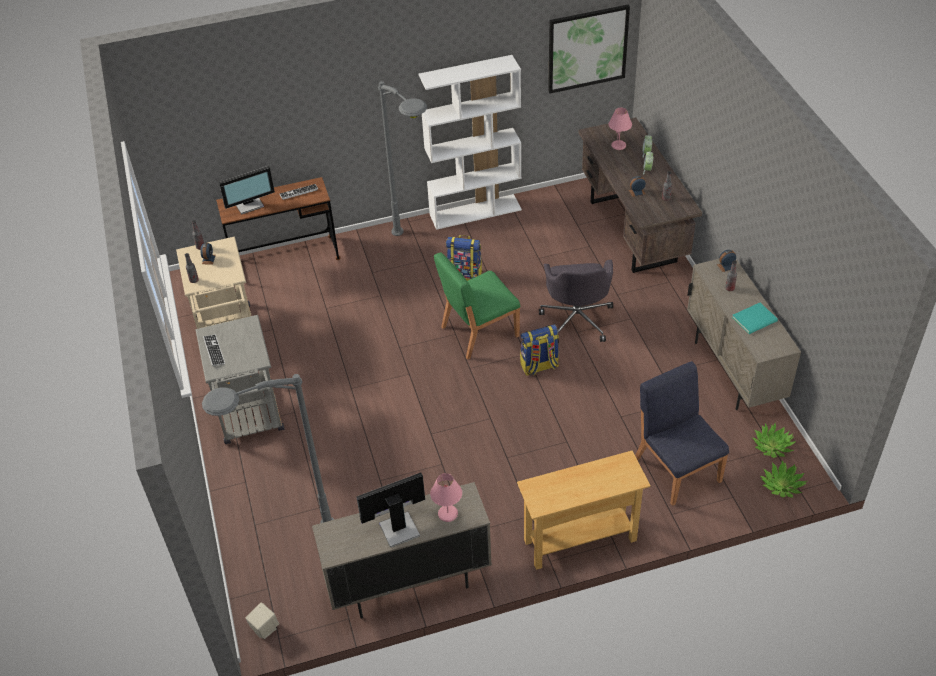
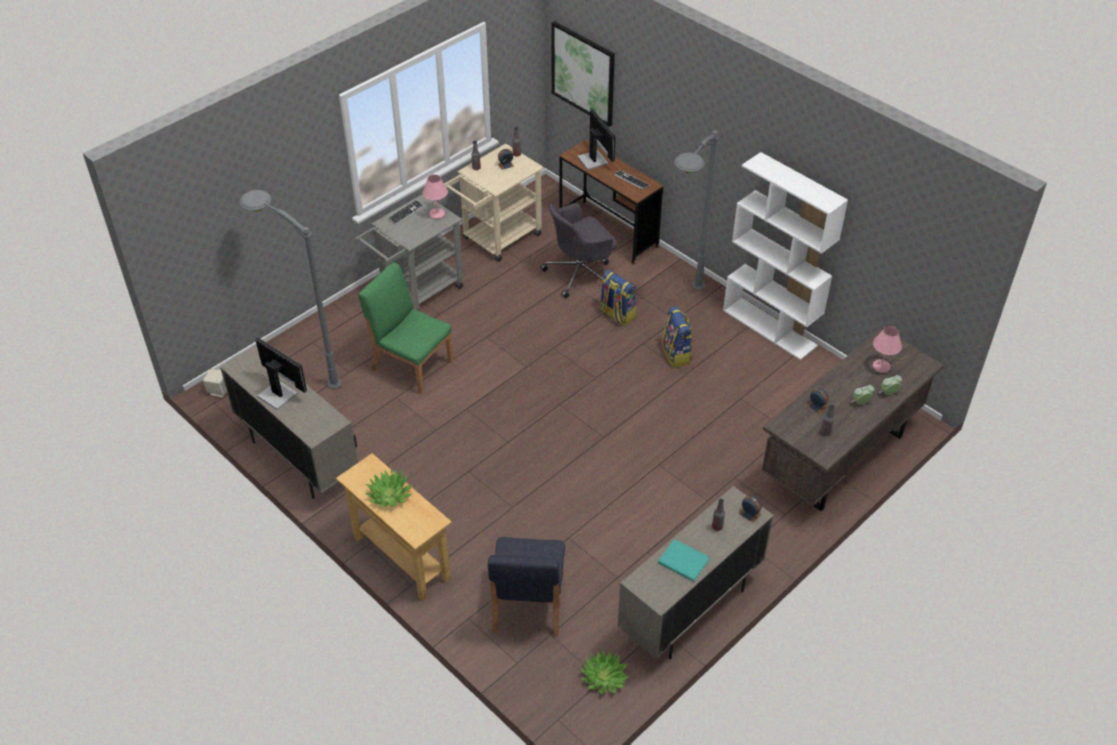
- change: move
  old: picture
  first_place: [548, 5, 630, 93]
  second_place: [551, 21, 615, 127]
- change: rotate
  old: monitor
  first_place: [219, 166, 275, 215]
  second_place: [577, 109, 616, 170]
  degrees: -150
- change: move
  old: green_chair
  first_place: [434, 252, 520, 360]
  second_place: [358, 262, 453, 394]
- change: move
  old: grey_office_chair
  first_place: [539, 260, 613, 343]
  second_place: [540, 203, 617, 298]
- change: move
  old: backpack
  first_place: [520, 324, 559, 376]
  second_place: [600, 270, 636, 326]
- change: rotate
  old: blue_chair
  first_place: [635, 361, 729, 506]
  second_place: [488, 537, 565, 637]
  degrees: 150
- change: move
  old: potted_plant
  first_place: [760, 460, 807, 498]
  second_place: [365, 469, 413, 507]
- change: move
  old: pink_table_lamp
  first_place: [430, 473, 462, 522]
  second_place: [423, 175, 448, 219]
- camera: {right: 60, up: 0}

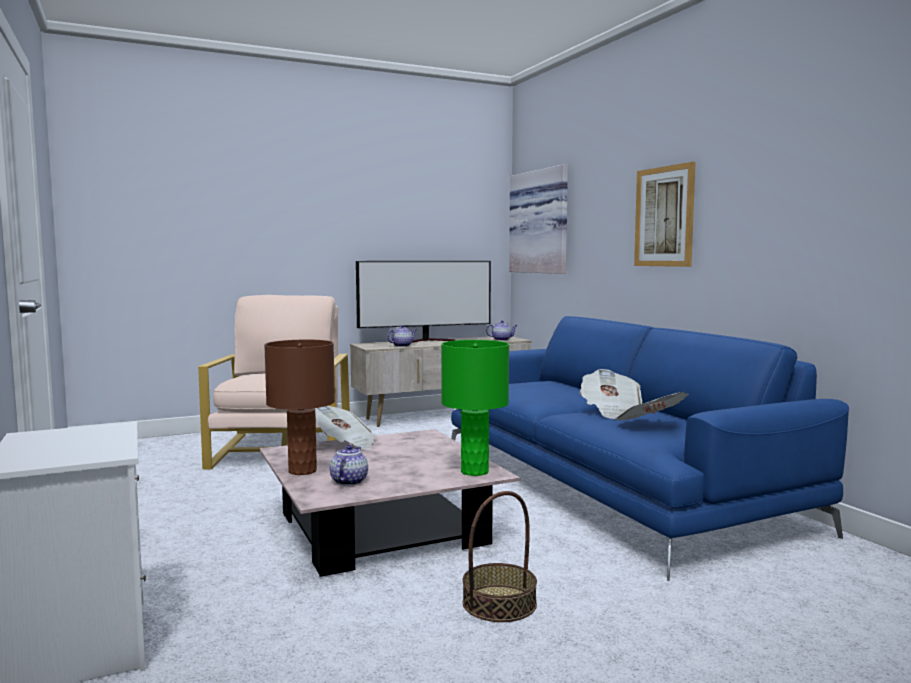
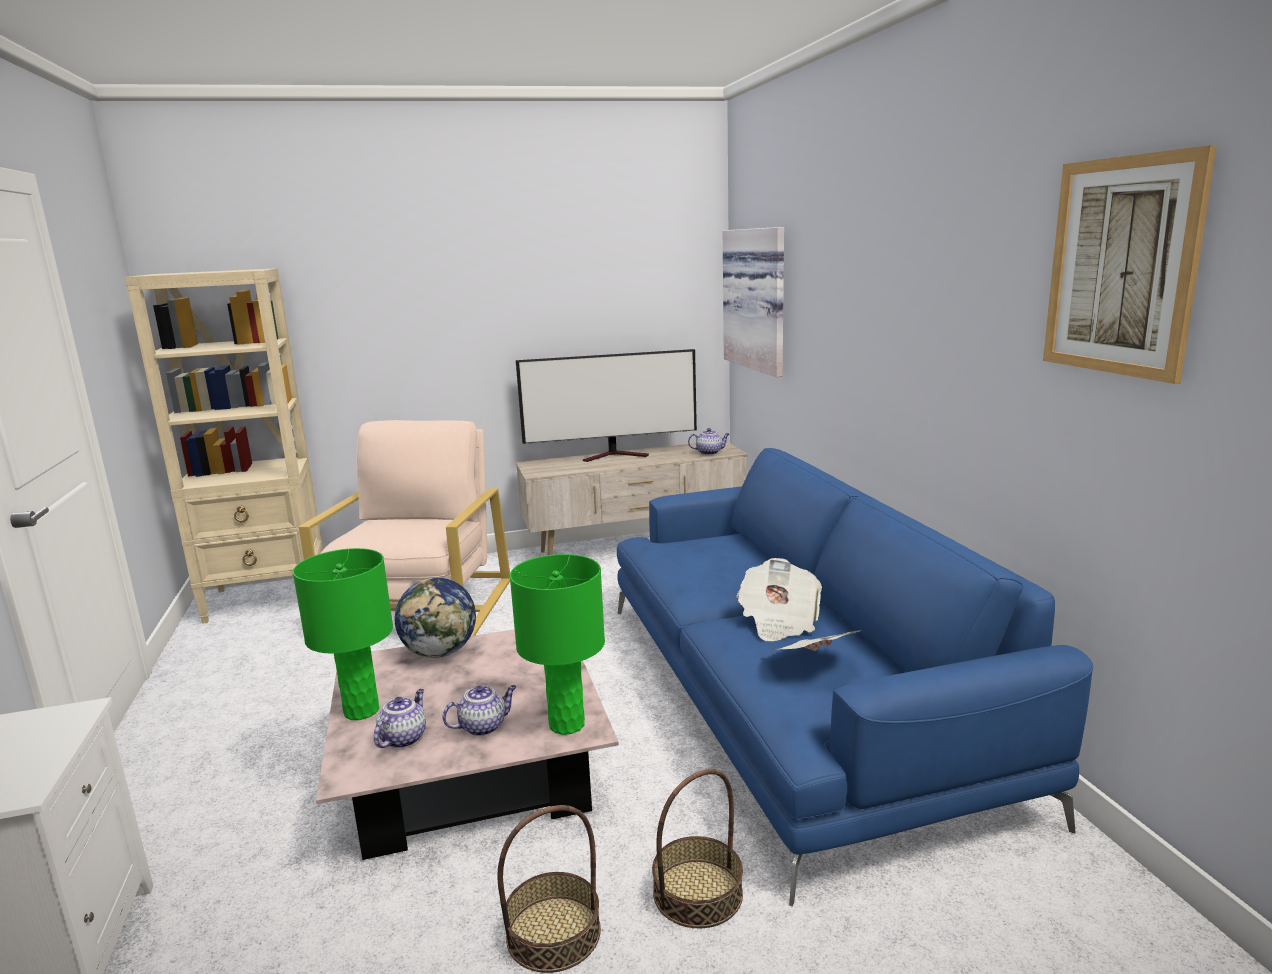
- change: move
  old: picture
  first_place: [634, 162, 696, 267]
  second_place: [1043, 145, 1217, 384]
- change: move
  old: teapot
  first_place: [387, 325, 416, 347]
  second_place: [442, 685, 517, 736]
- change: recolor
  old: brown_table_lamp
  new: green_table_lamp
  first_place: [264, 340, 335, 475]
  second_place: [293, 548, 393, 720]
- change: replace
  old: newspaper
  new: globe
  first_place: [314, 406, 377, 450]
  second_place: [395, 577, 476, 658]
- change: insert
  new: beige_bookcase
  second_place: [125, 268, 323, 624]
- change: insert
  new: basket
  second_place: [652, 769, 743, 929]
- camera: {right: 10, up: 10}

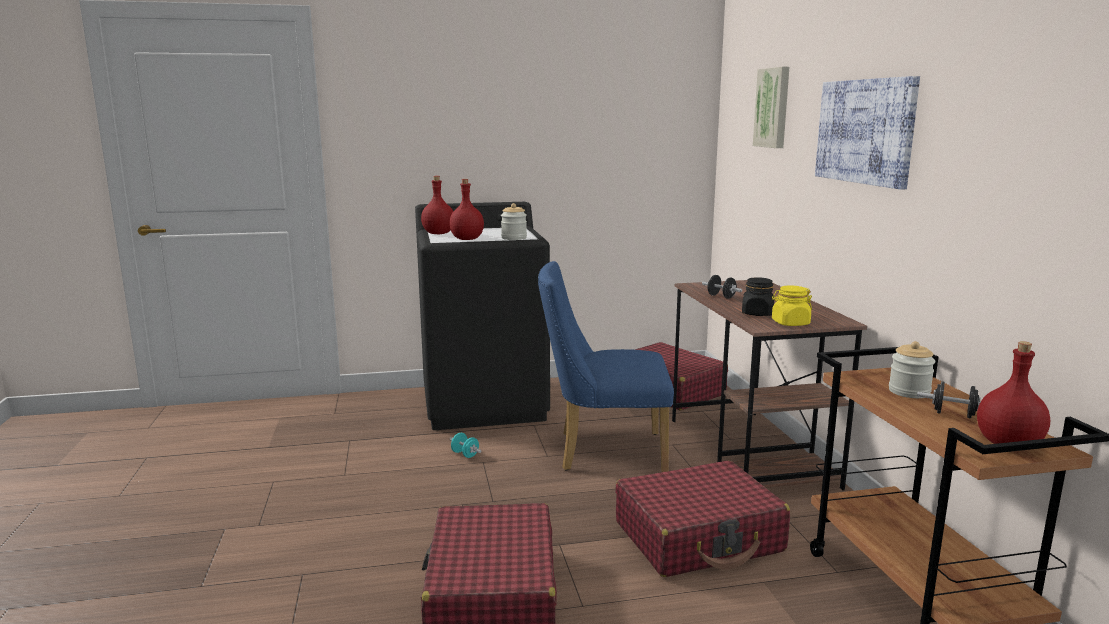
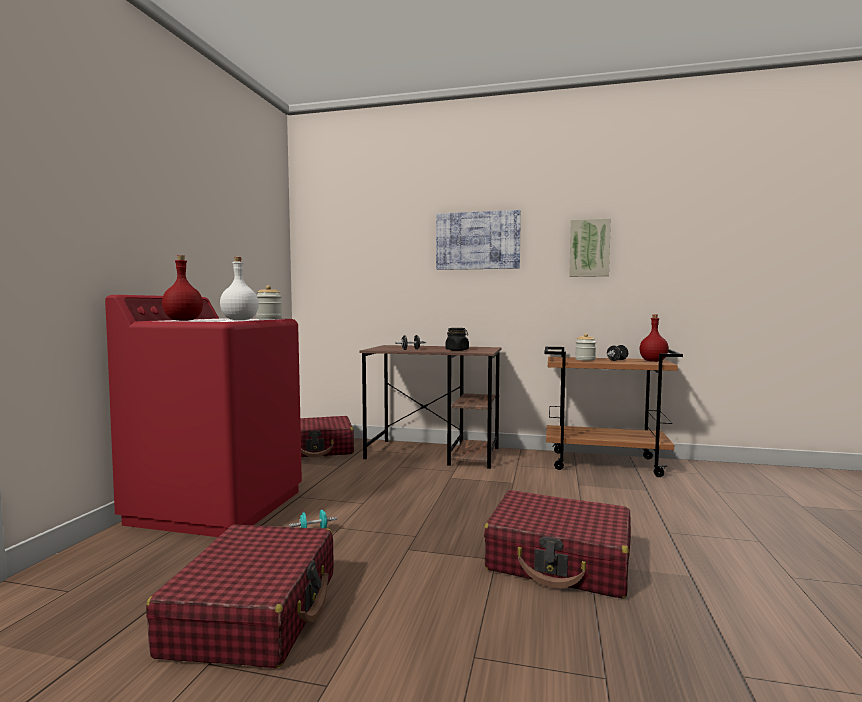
- change: move
  old: picture
  first_place: [753, 67, 789, 148]
  second_place: [569, 218, 611, 277]
- change: recolor
  old: red_bottle
  new: white_bottle
  first_place: [449, 179, 484, 240]
  second_place: [220, 257, 259, 320]
- change: recolor
  old: black_washing_machine
  new: red_washing_machine
  first_place: [415, 202, 550, 430]
  second_place: [105, 295, 302, 537]
- change: delete
  old: blue_chair
  first_place: [538, 261, 674, 472]
- change: delete
  old: yellow_jar
  first_place: [772, 286, 812, 326]
- change: move
  old: red_suitcase
  first_place: [615, 461, 790, 577]
  second_place: [146, 524, 334, 668]
- camera: {right: -65, up: -10}

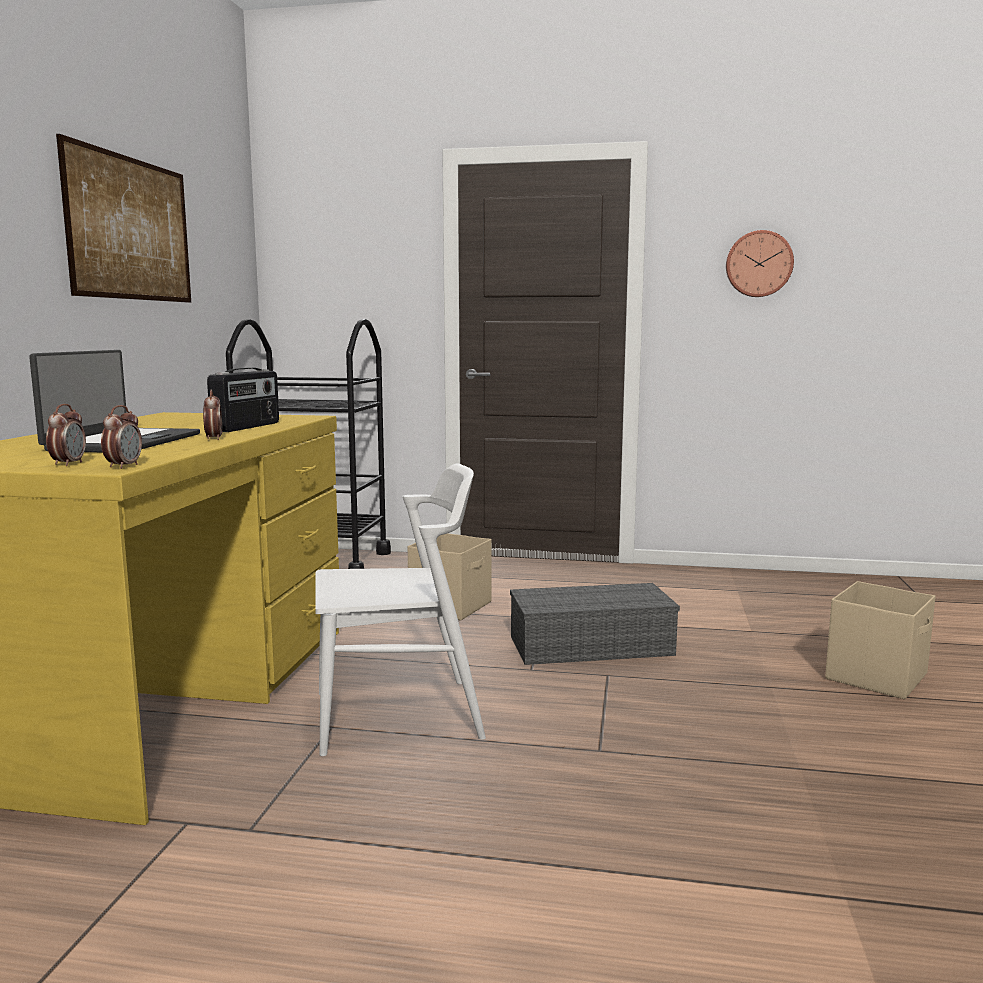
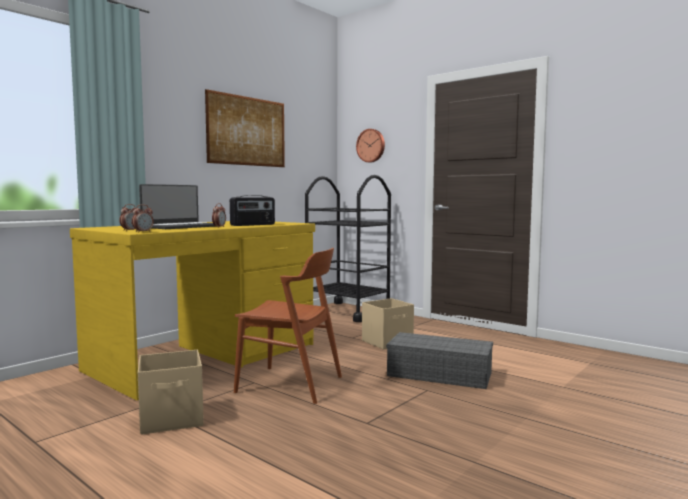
- change: move
  old: wall_clock
  first_place: [726, 230, 794, 297]
  second_place: [356, 129, 385, 163]
- change: recolor
  old: white_chair
  new: brown_chair
  first_place: [315, 463, 486, 756]
  second_place: [234, 248, 342, 404]
- change: move
  old: beige_storage_box
  first_place: [825, 581, 936, 699]
  second_place: [138, 350, 204, 435]
- camera: {right: 30, up: -5}

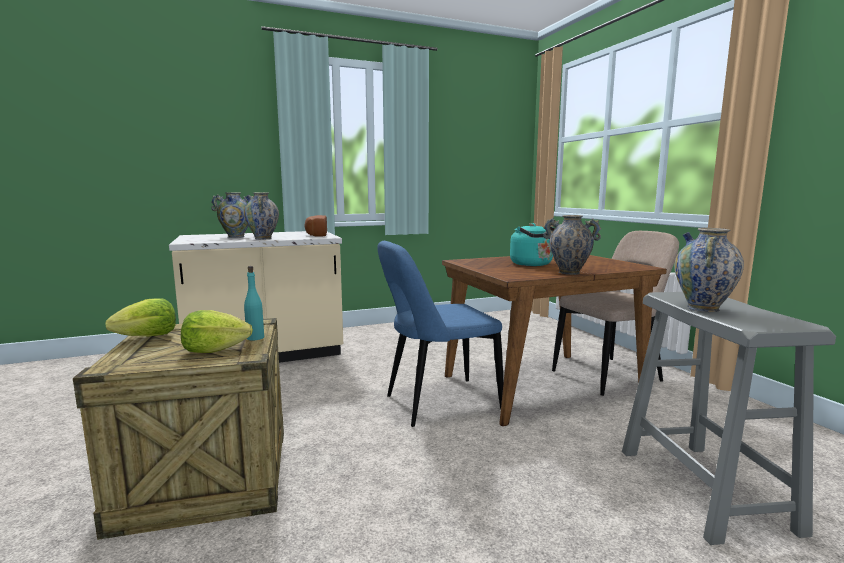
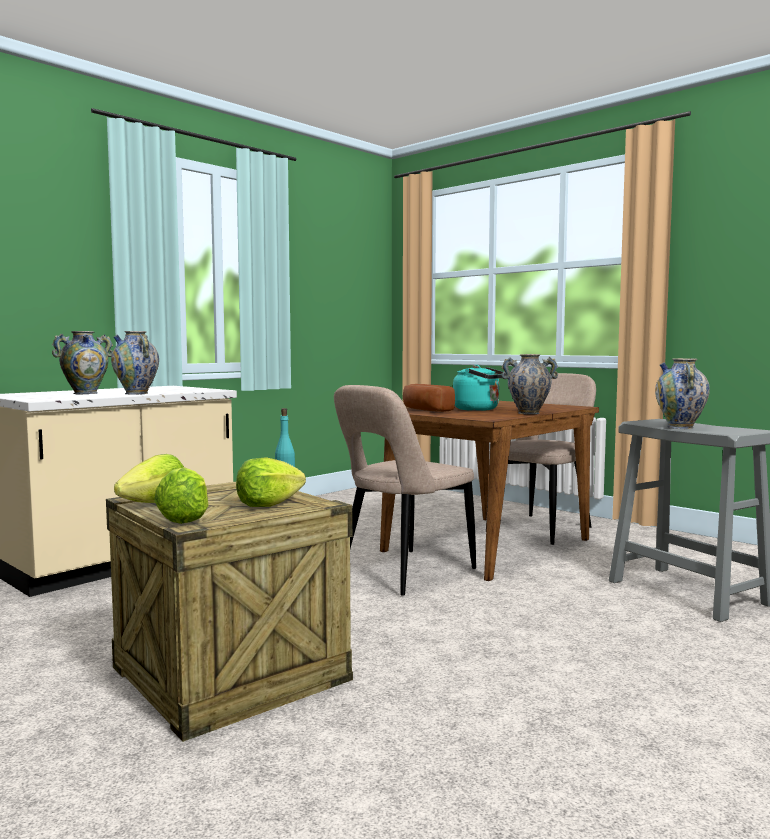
- change: move
  old: bread
  first_place: [304, 215, 327, 237]
  second_place: [403, 384, 455, 412]
- change: recolor
  old: blue_chair
  new: beige_chair
  first_place: [377, 241, 504, 427]
  second_place: [334, 385, 476, 596]
- change: insert
  new: lettuce
  second_place: [154, 467, 209, 524]
- camera: {right: -25, up: -5}

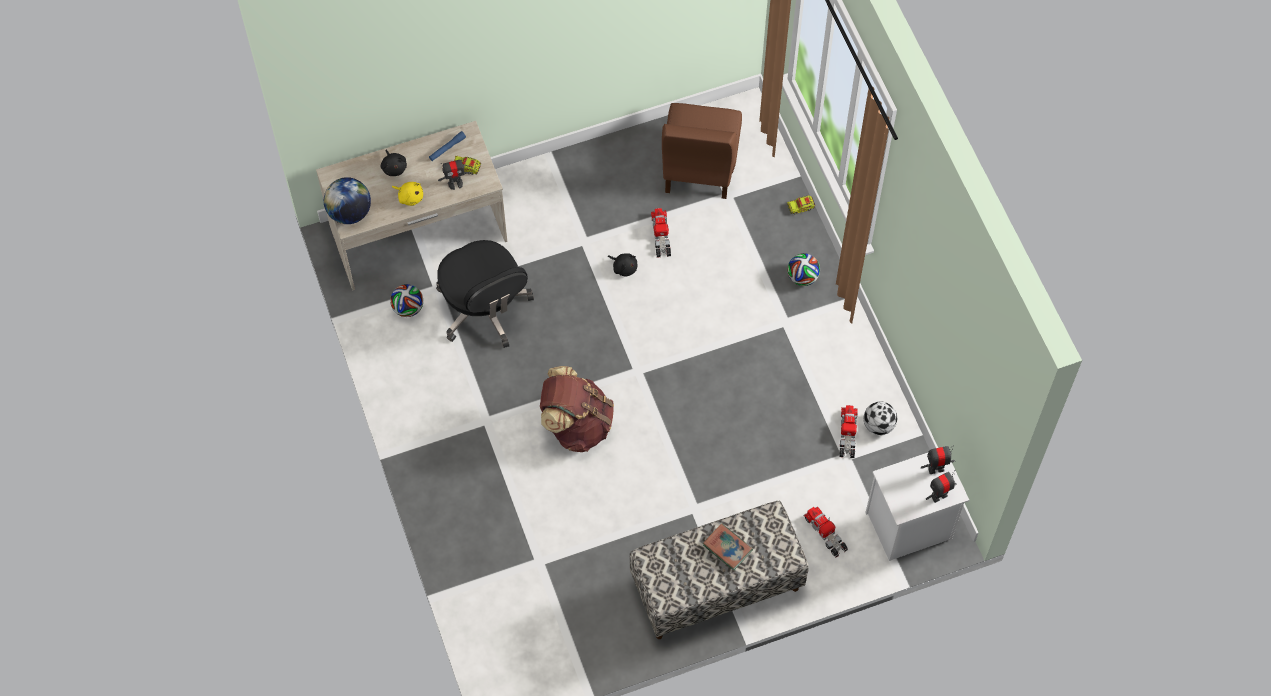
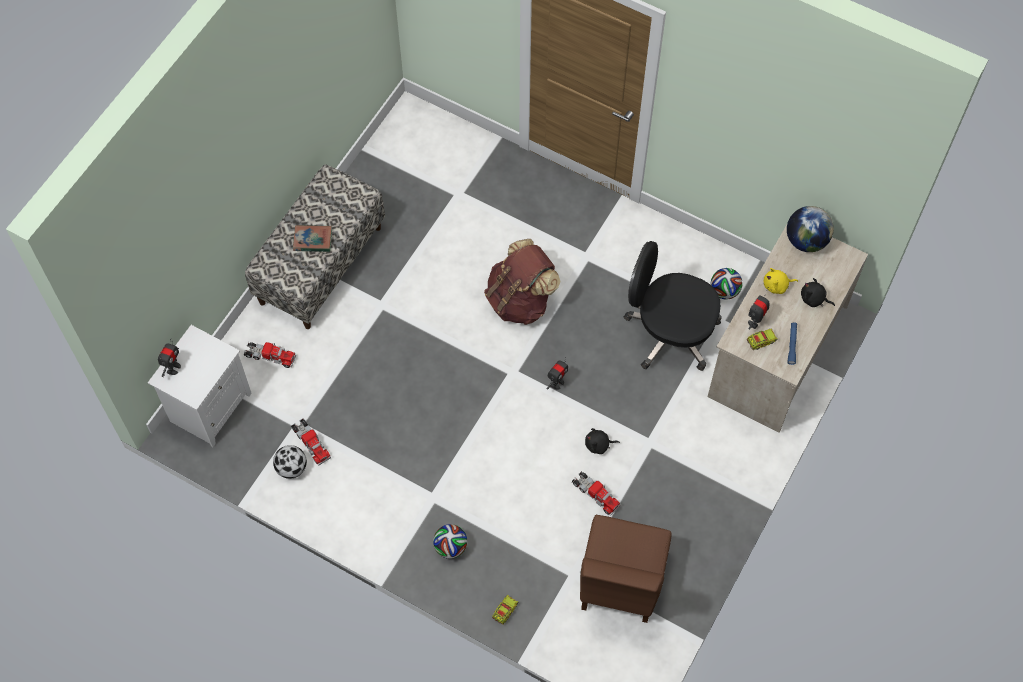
- change: rotate
  old: brown_chair
  first_place: [662, 103, 742, 199]
  second_place: [580, 515, 672, 623]
  degrees: -135
- change: move
  old: toy_robot
  first_place: [921, 445, 955, 474]
  second_place: [547, 357, 568, 390]
- camera: {right: 140, up: 0}

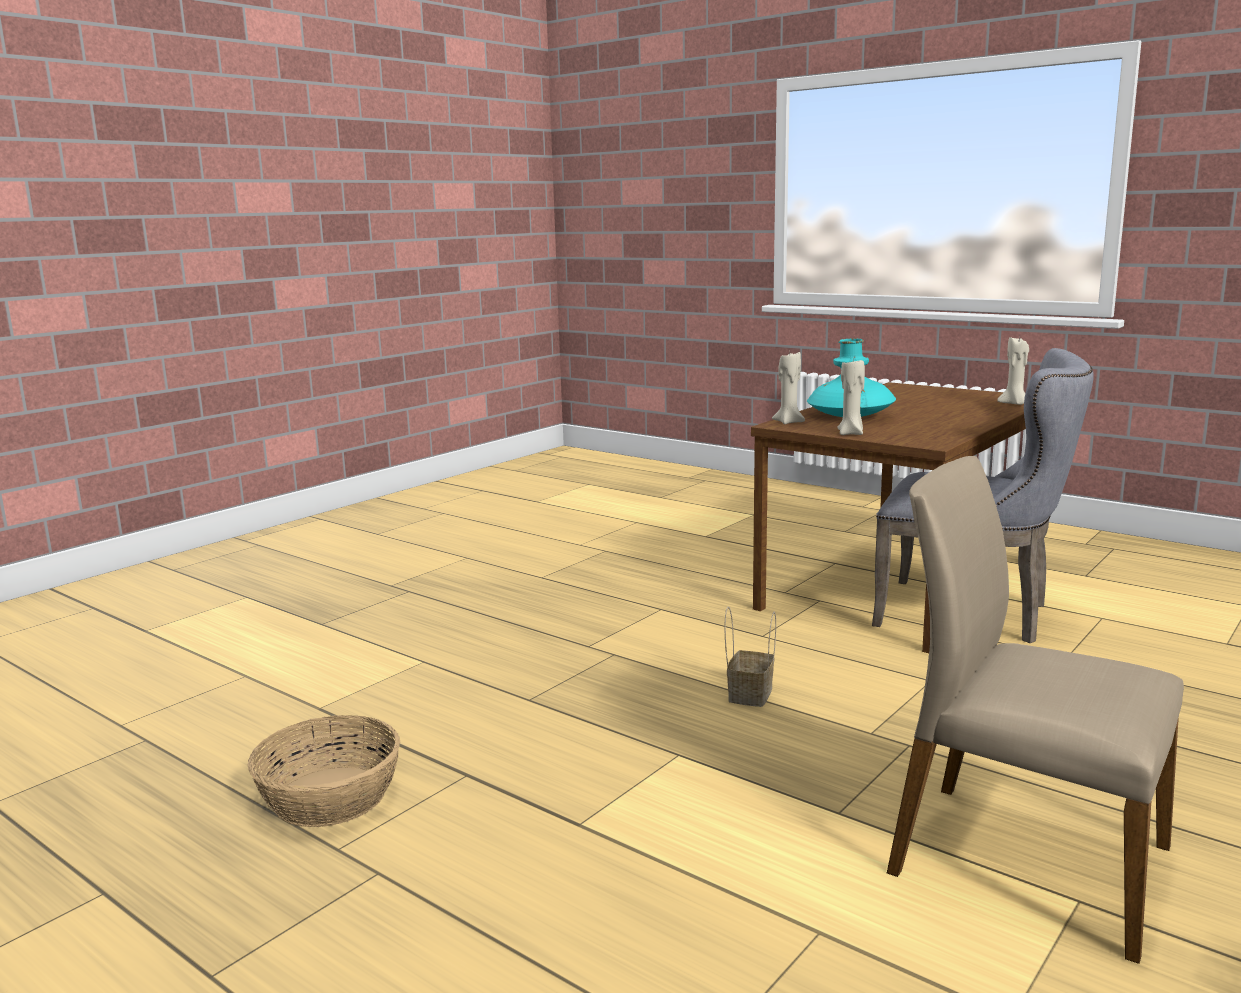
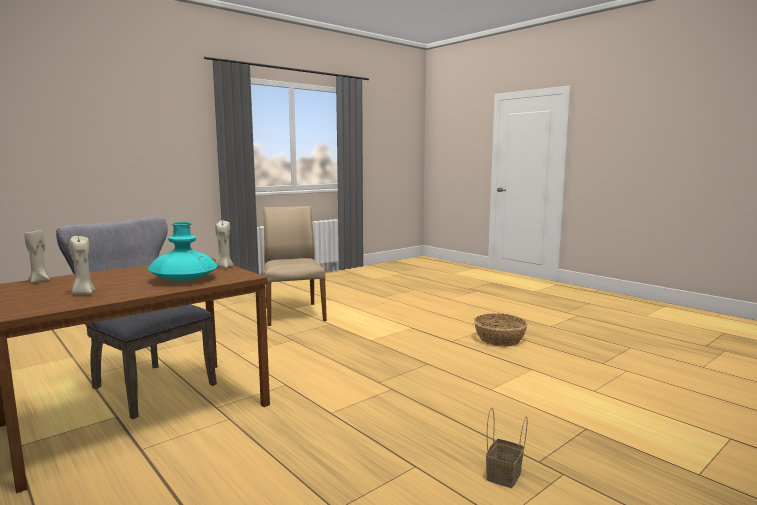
- change: move
  old: beige_candle
  first_place: [772, 352, 805, 424]
  second_place: [69, 236, 95, 295]
- change: rotate
  old: beige_chair
  first_place: [887, 456, 1184, 964]
  second_place: [264, 206, 327, 326]
  degrees: -150
- change: move
  old: basket
  first_place: [724, 606, 776, 707]
  second_place: [486, 408, 527, 488]
- camera: {right: -170, up: -5}

